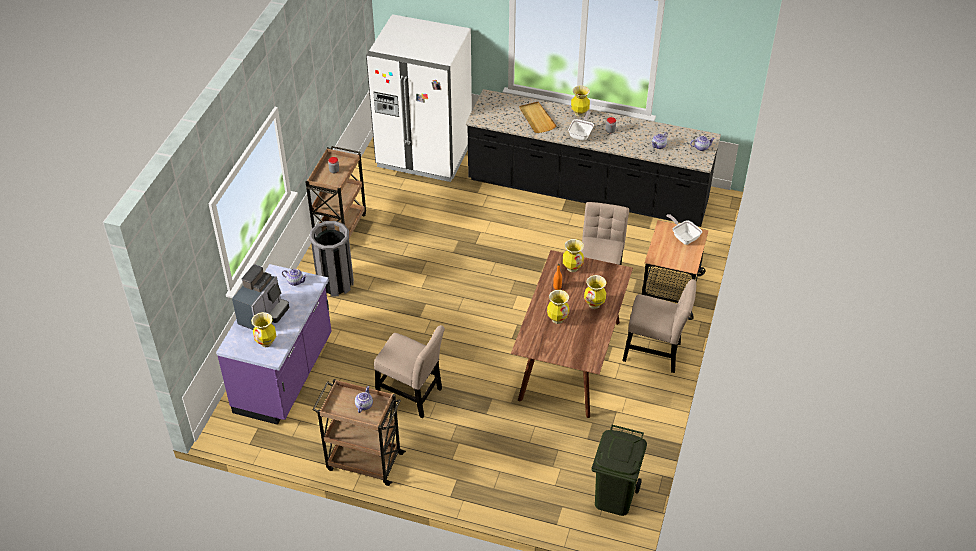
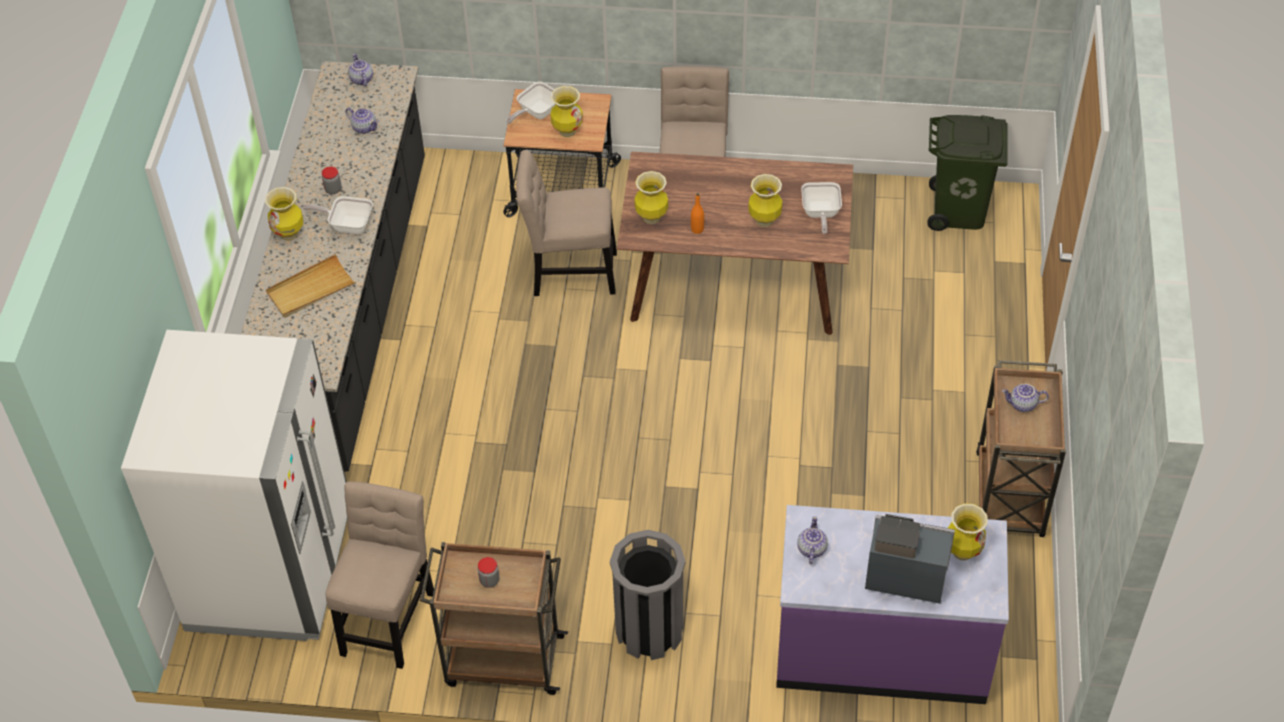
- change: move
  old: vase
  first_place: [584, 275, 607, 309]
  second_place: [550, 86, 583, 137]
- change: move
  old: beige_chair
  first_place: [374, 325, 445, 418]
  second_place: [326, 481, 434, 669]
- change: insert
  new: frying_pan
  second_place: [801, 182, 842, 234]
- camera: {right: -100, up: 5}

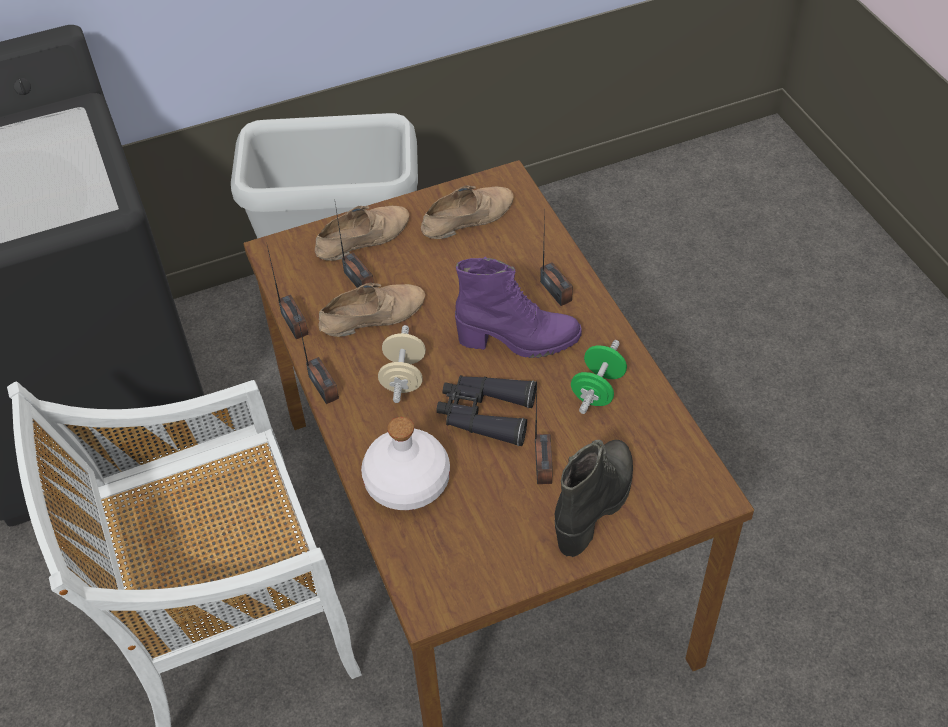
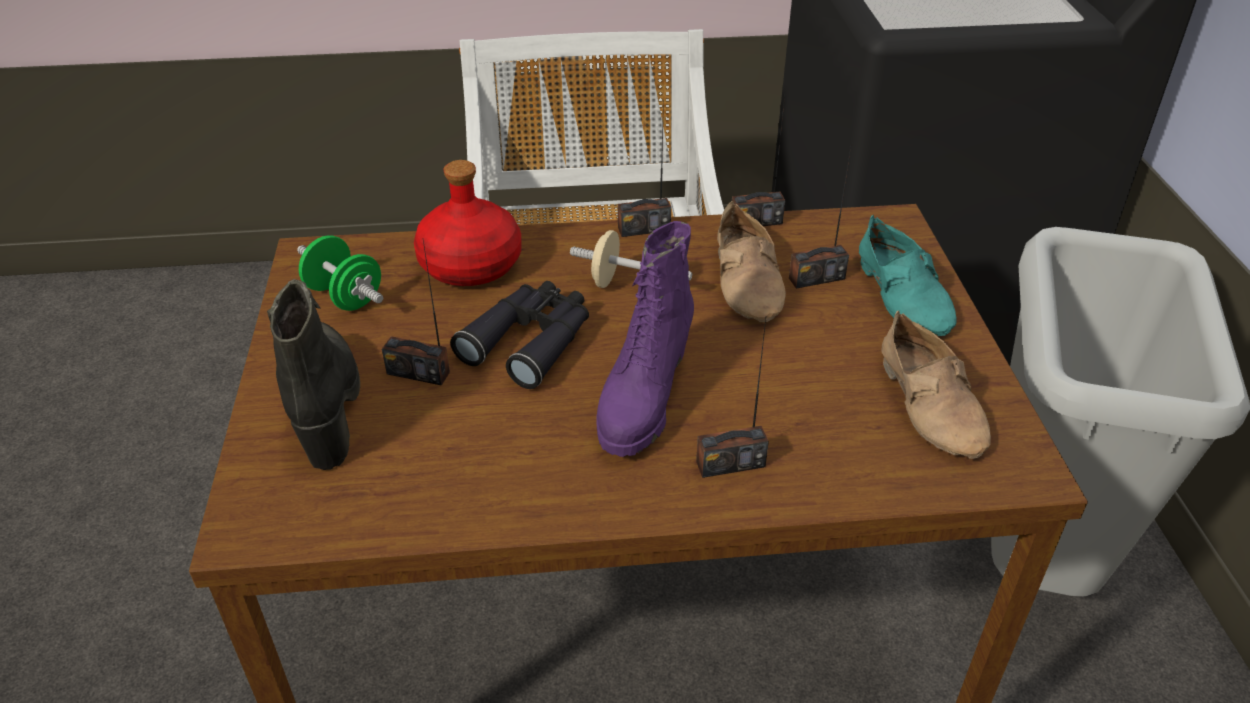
- change: recolor
  old: beige_shoe
  new: turquoise_shoe
  first_place: [315, 206, 409, 261]
  second_place: [859, 215, 956, 336]
- change: move
  old: green_dumbbell
  first_place: [571, 340, 627, 414]
  second_place: [297, 235, 383, 311]
- change: recolor
  old: white_bottle
  new: red_bottle
  first_place: [361, 417, 450, 510]
  second_place: [414, 160, 522, 286]
- change: rotate
  old: black_boot
  first_place: [555, 440, 633, 557]
  second_place: [267, 279, 360, 470]
  degrees: -150
- camera: {right: 105, up: -10}

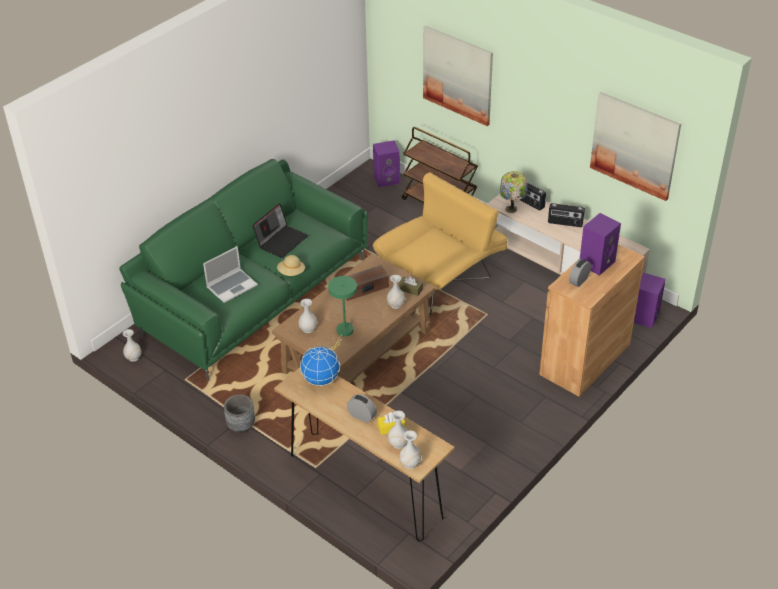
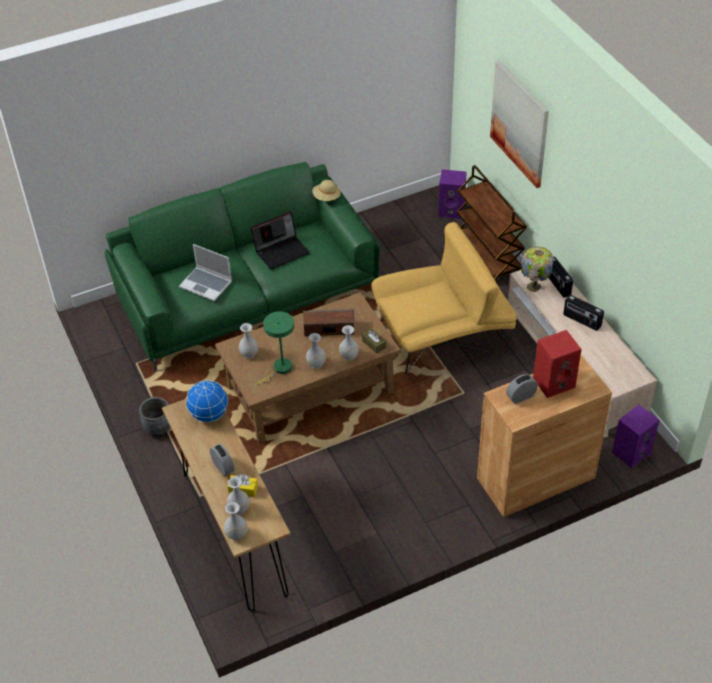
- change: delete
  old: picture
  first_place: [590, 92, 681, 201]
- change: recolor
  old: purple_speaker
  new: red_speaker
  first_place: [580, 213, 621, 276]
  second_place: [533, 330, 582, 398]
- change: rotate
  old: laptop
  first_place: [203, 246, 258, 303]
  second_place: [179, 244, 232, 301]
  degrees: 45
- change: move
  old: beige_hat
  first_place: [277, 255, 305, 276]
  second_place: [312, 180, 341, 201]
- change: move
  old: white_vase
  first_place: [123, 329, 141, 362]
  second_place: [306, 333, 326, 369]
- camera: {right: 25, up: 5}

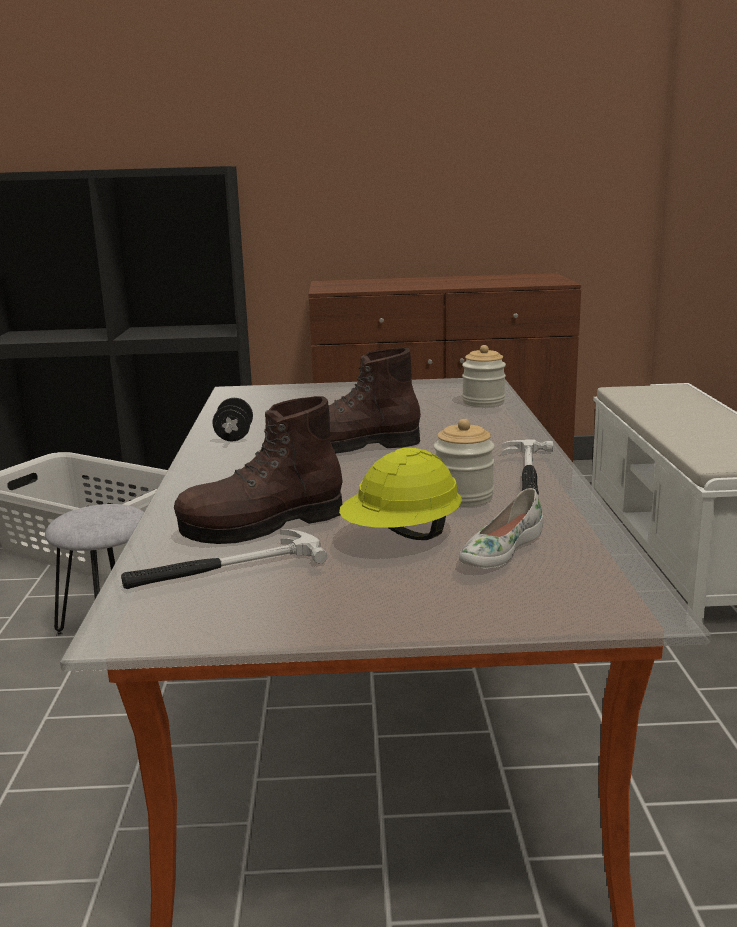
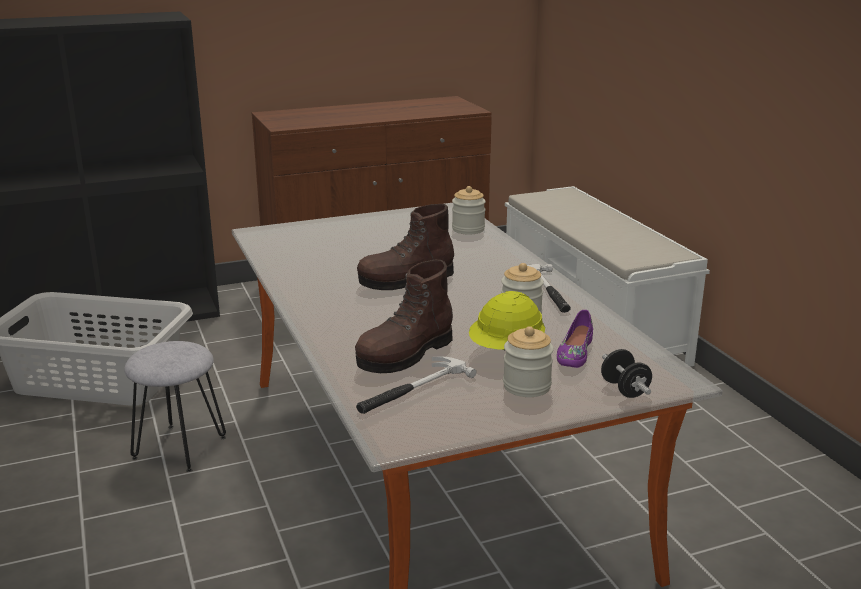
- change: move
  old: black_dumbbell
  first_place: [213, 398, 253, 441]
  second_place: [601, 349, 652, 398]
- change: recolor
  old: white_shoe
  new: purple_shoe
  first_place: [459, 488, 543, 569]
  second_place: [557, 310, 593, 368]
- change: insert
  new: jar
  second_place: [503, 326, 554, 397]
- camera: {right: -20, up: 5}

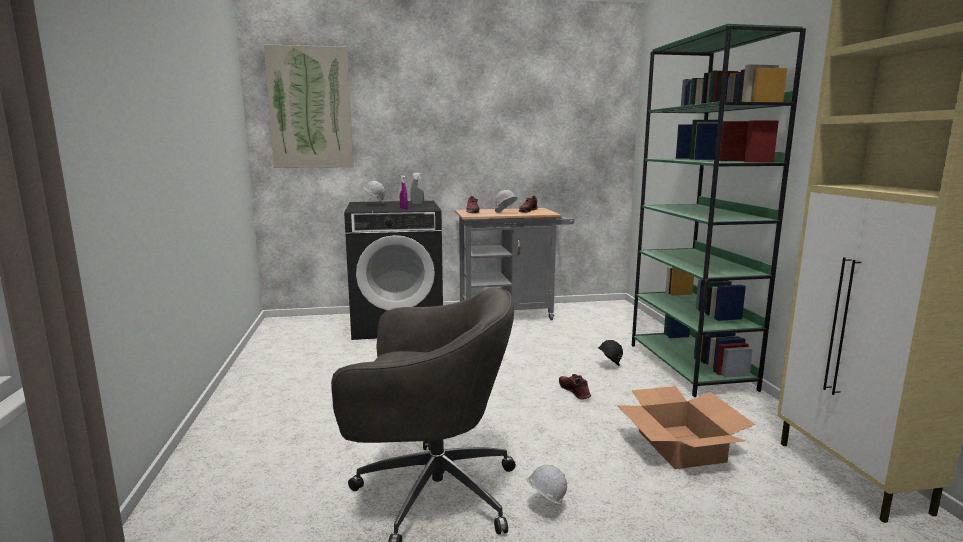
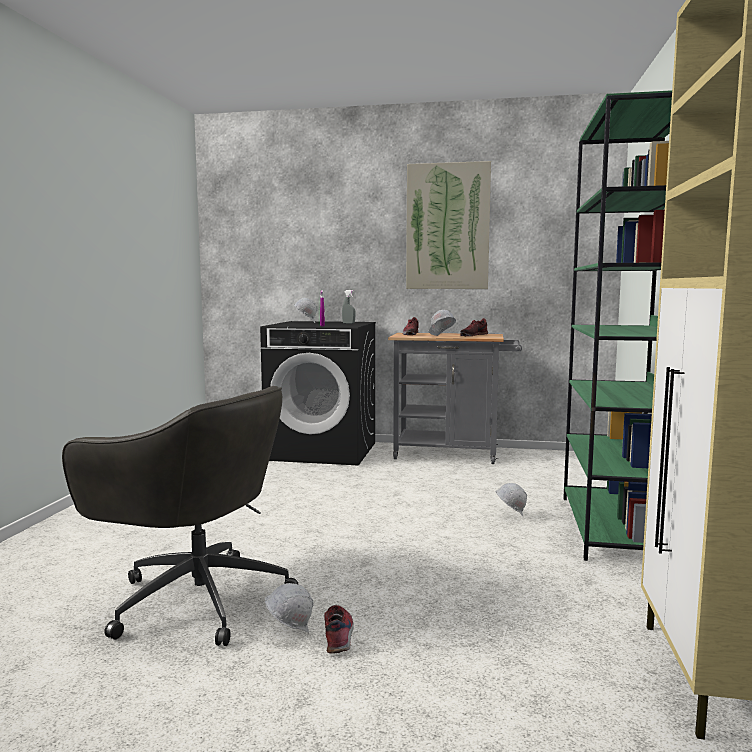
- change: move
  old: picture
  first_place: [264, 44, 353, 168]
  second_place: [406, 161, 491, 289]
- change: recolor
  old: black_hard_hat
  new: white_hard_hat
  first_place: [599, 340, 623, 366]
  second_place: [495, 483, 527, 516]
- change: move
  old: shoe
  first_place: [559, 374, 592, 399]
  second_place: [325, 605, 354, 654]
- change: delete
  old: cardboard_box
  first_place: [617, 386, 755, 469]
- camera: {right: 20, up: -5}

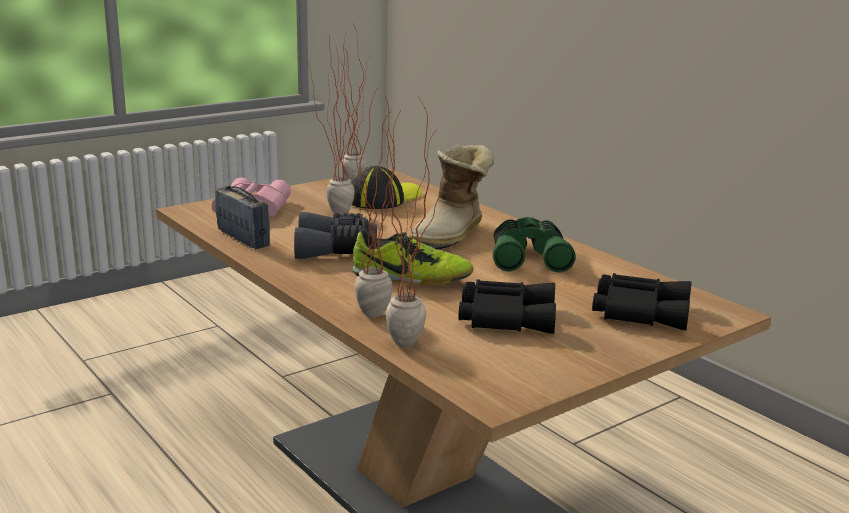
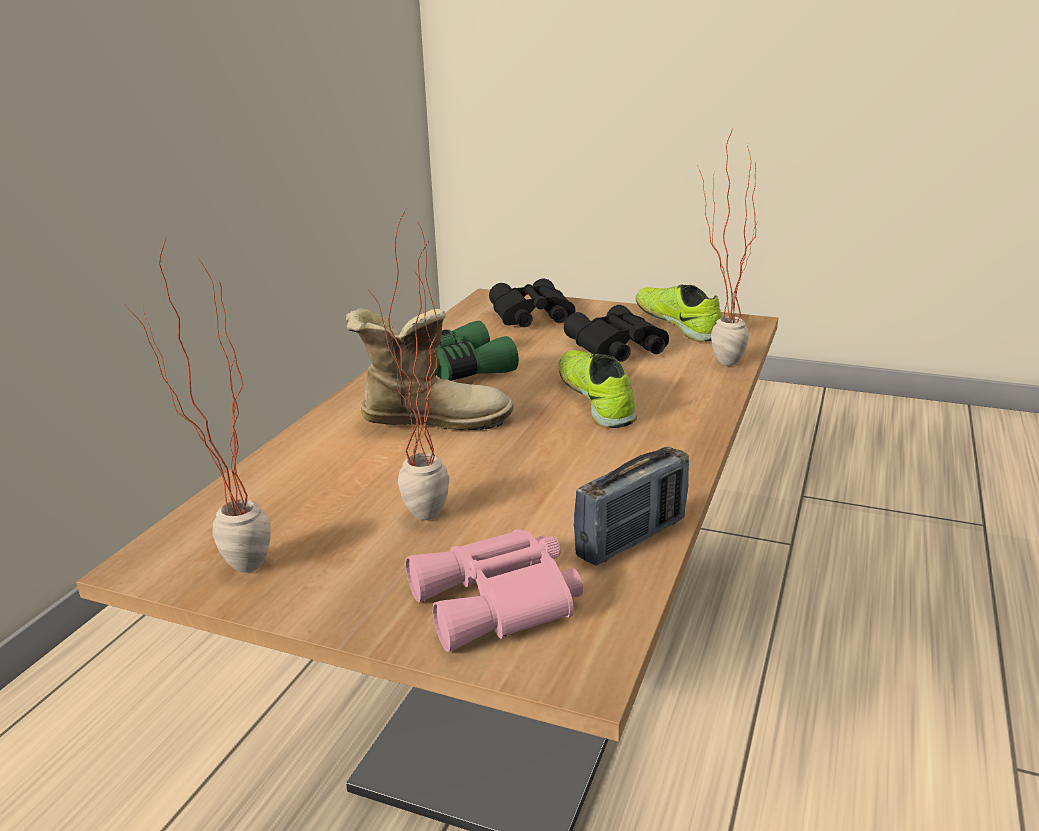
- change: delete
  old: potted_plant
  first_place: [349, 87, 393, 318]
- change: delete
  old: cap
  first_place: [351, 166, 422, 209]
- change: rotate
  old: radio
  first_place: [215, 186, 270, 249]
  second_place: [573, 447, 689, 566]
  degrees: -150
- change: delete
  old: grey_binoculars
  first_place: [294, 212, 377, 259]
- change: insert
  new: shoe
  second_place: [636, 285, 721, 342]
- camera: {right: -120, up: 5}

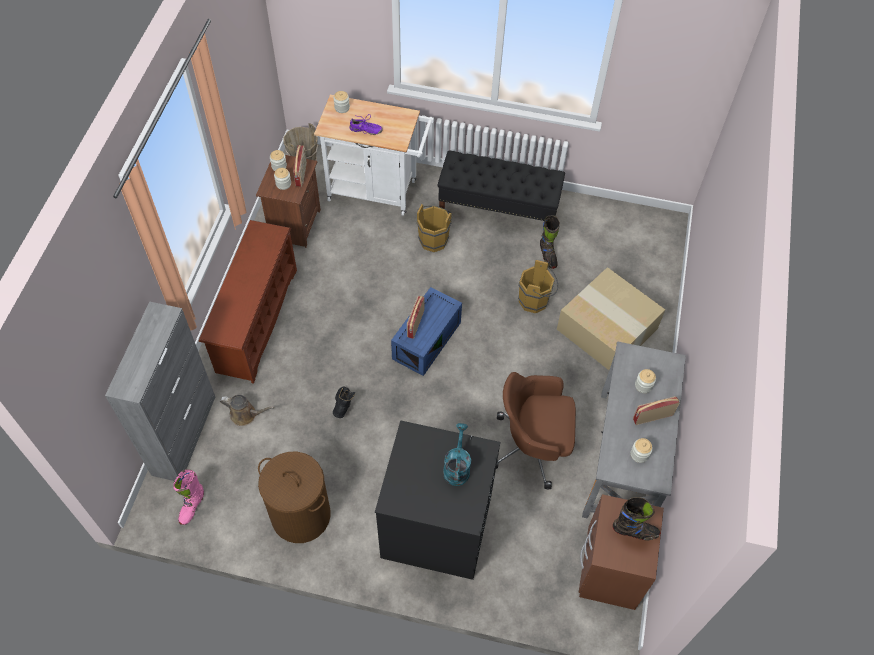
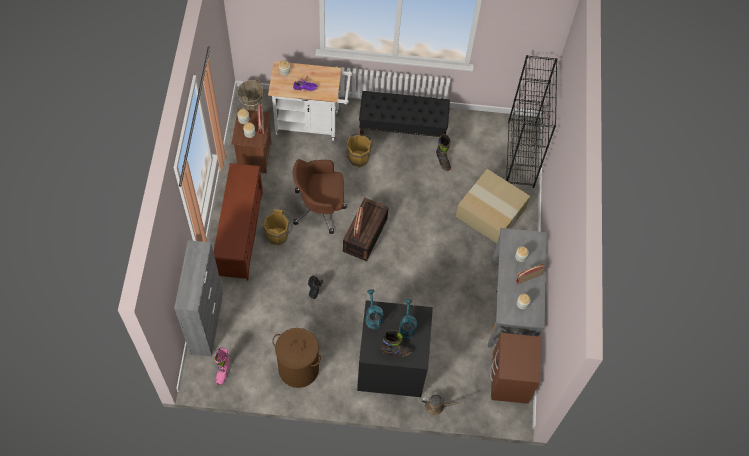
- change: move
  old: brown_bucket
  first_place: [518, 260, 558, 313]
  second_place: [263, 209, 292, 245]
- change: recolor
  old: blue_storage_box
  new: brown_storage_box
  first_place: [391, 287, 462, 376]
  second_place: [343, 197, 389, 261]
- change: move
  old: brown_office_chair
  first_place: [496, 372, 576, 489]
  second_place: [293, 159, 347, 234]
- change: move
  old: brown_watering_can
  first_place: [220, 395, 275, 426]
  second_place: [421, 394, 465, 415]
- change: move
  old: black_boot
  first_place: [612, 497, 661, 541]
  second_place: [381, 330, 413, 357]
- change: insert
  new: black_bookcase
  second_place: [506, 55, 557, 188]
- change: insert
  new: turquoise_watering_can
  second_place: [365, 289, 384, 330]
- camera: {right: -10, up: 5}

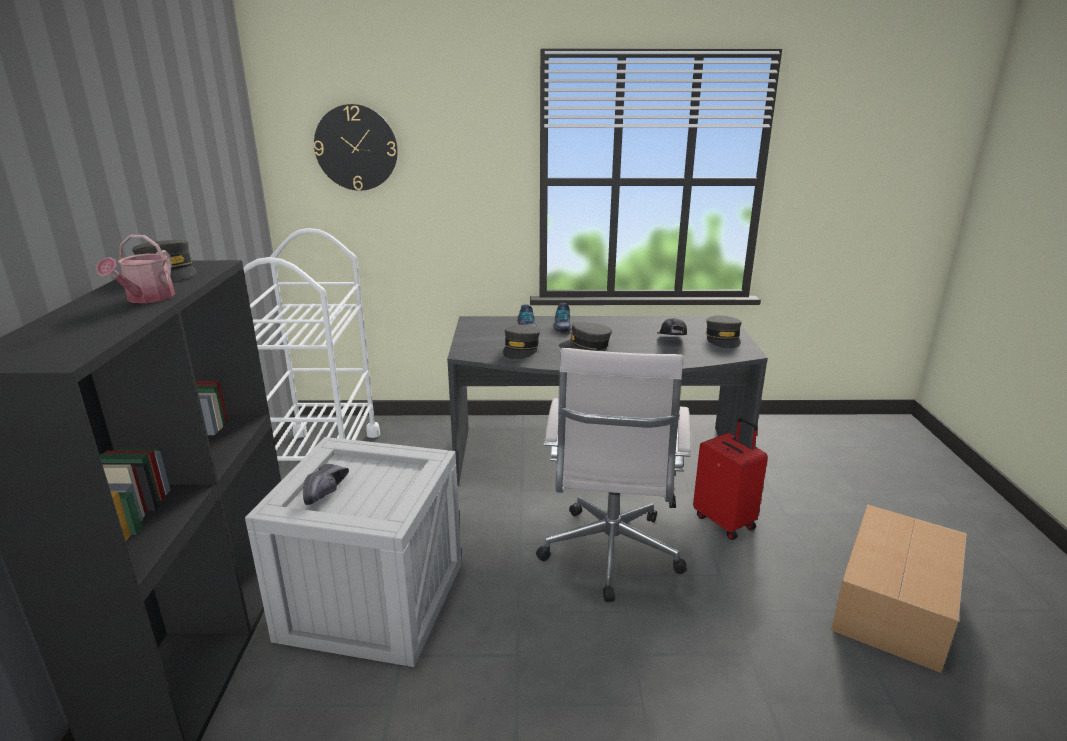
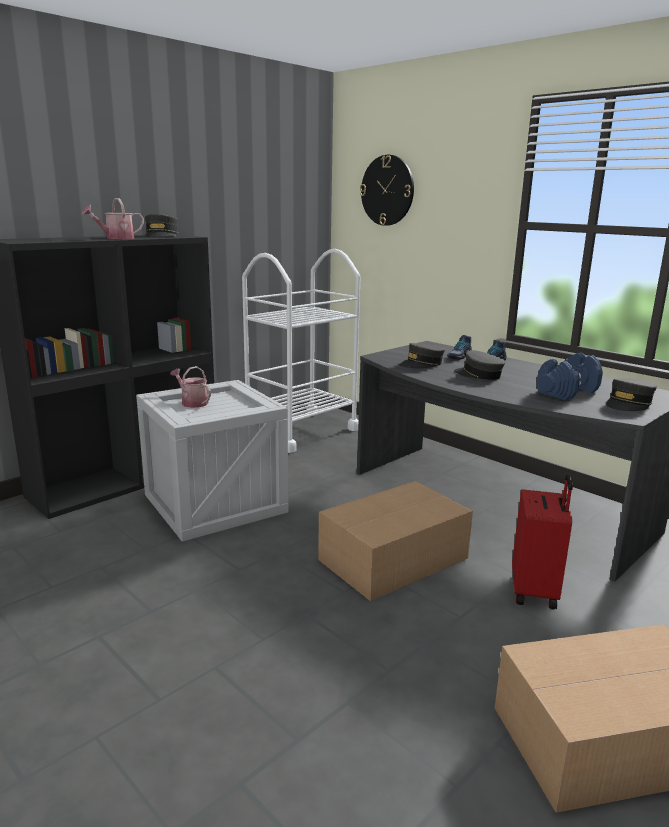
- change: replace
  old: black_cap
  new: blue_dumbbell
  first_place: [657, 318, 687, 335]
  second_place: [536, 353, 603, 400]
- change: replace
  old: white_office_chair
  new: cardboard_box
  first_place: [536, 348, 691, 602]
  second_place: [318, 481, 473, 601]
- change: replace
  old: black_shoe
  new: watering_can
  first_place: [303, 464, 349, 505]
  second_place: [170, 366, 211, 408]
- camera: {right: 45, up: -5}

